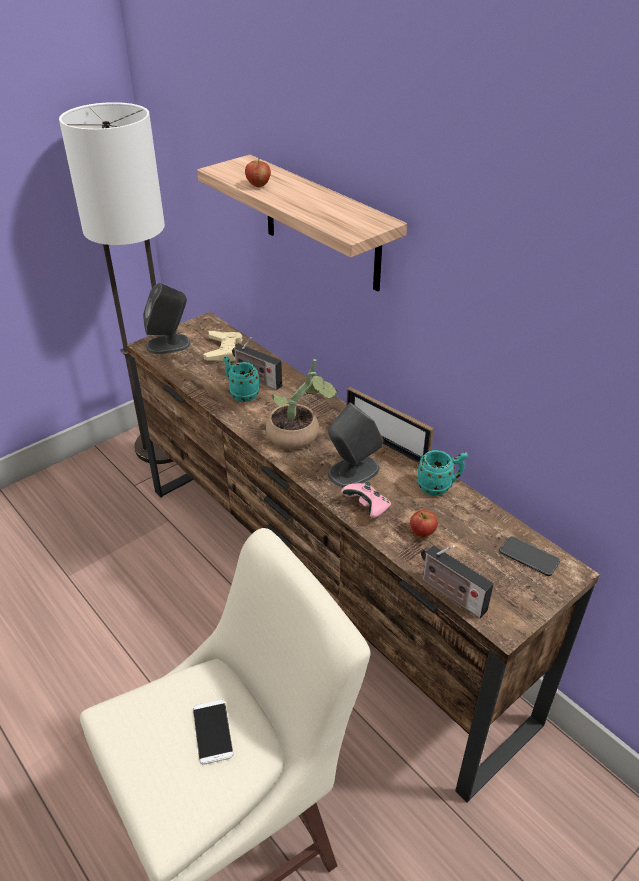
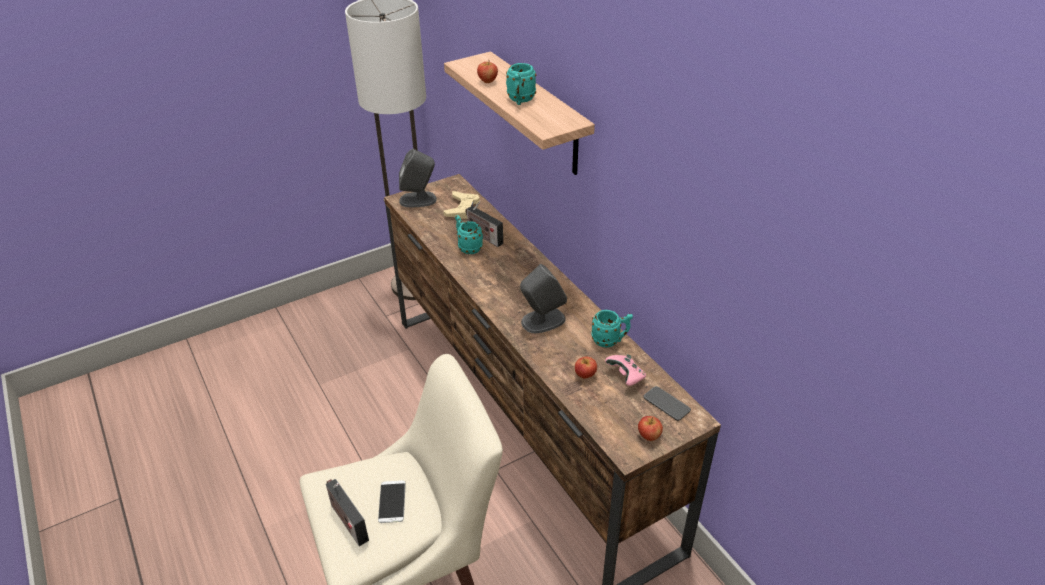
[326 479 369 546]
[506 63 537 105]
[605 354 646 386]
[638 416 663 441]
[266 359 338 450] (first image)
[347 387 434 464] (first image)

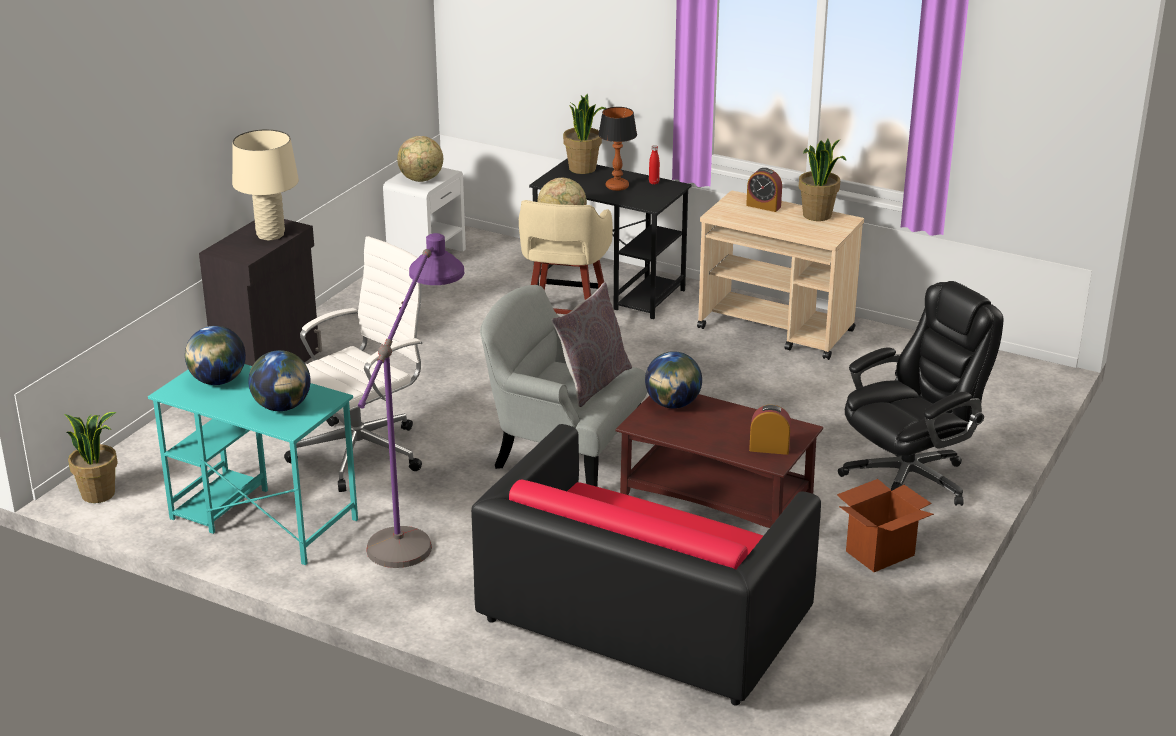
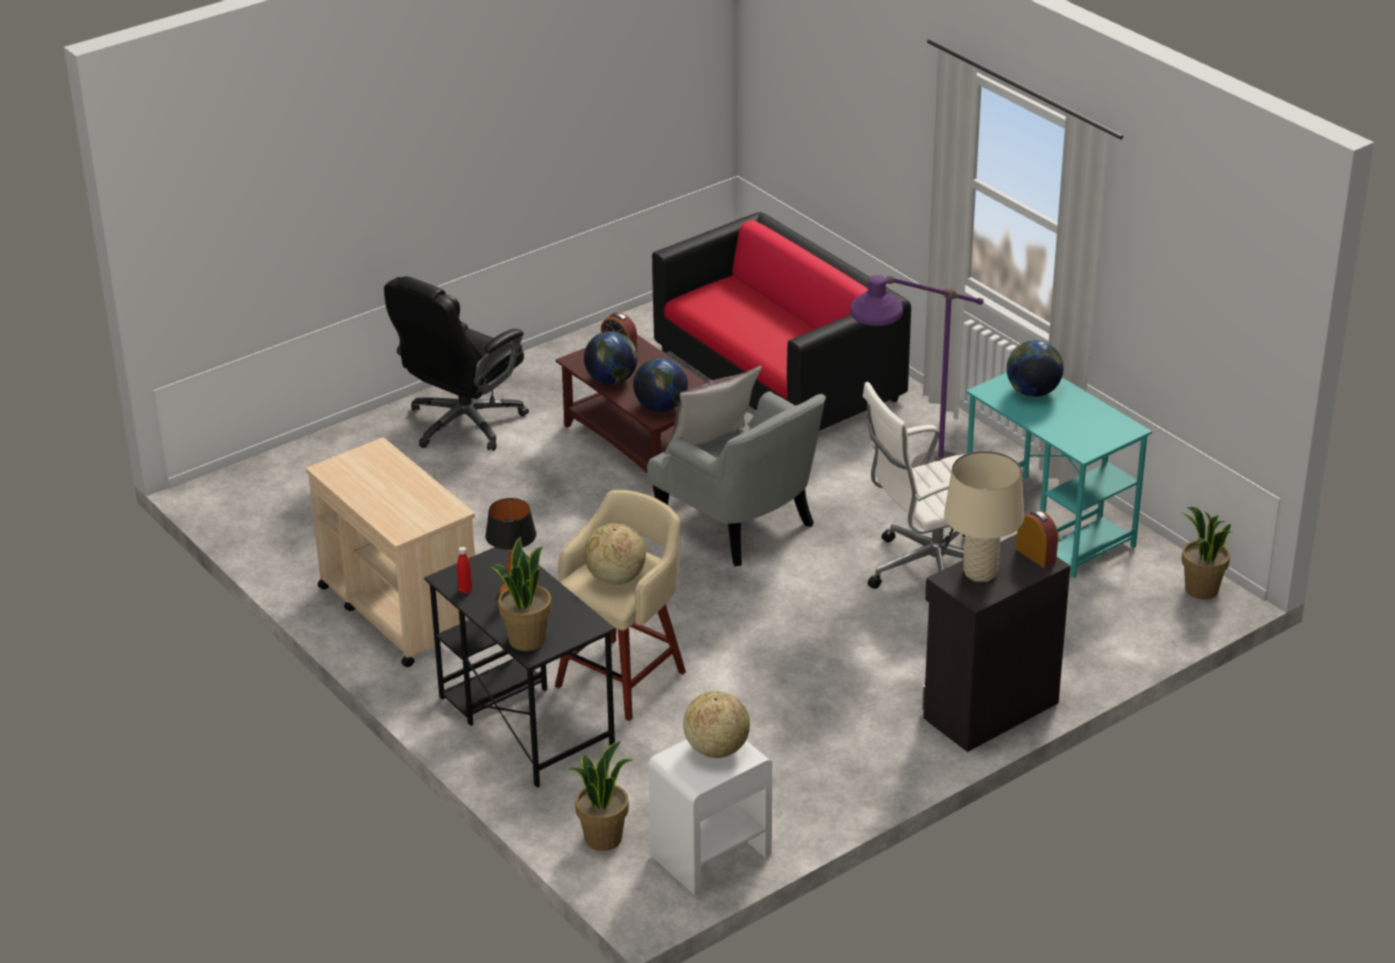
[384 276 529 451]
[568 741 633 851]
[584 331 638 385]
[1016 510 1058 568]
[837 479 934 572] (first image)

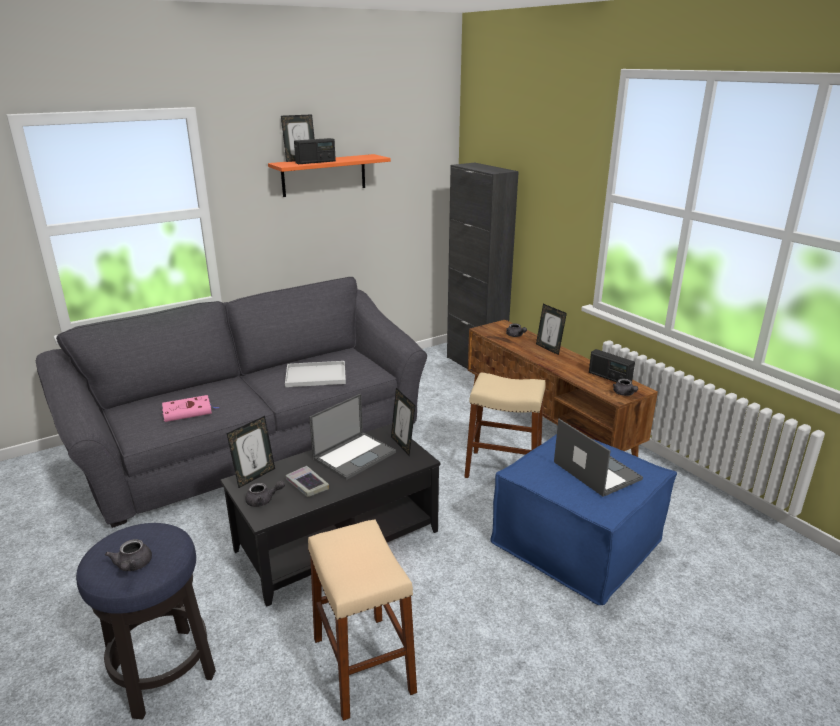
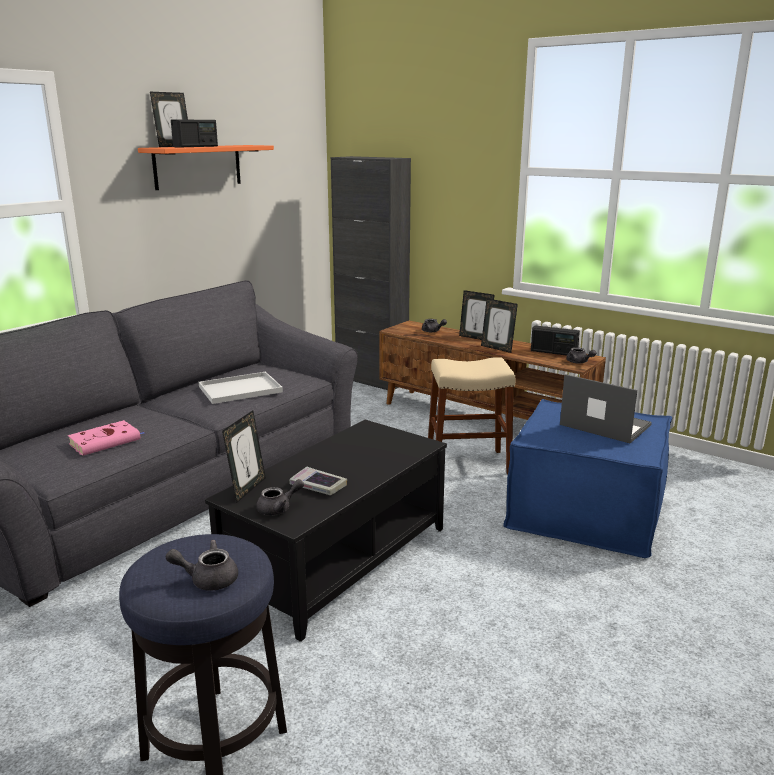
[166 540 238 591]
[481 298 518 353]
[308 519 417 721] (first image)
[309 394 396 480] (first image)

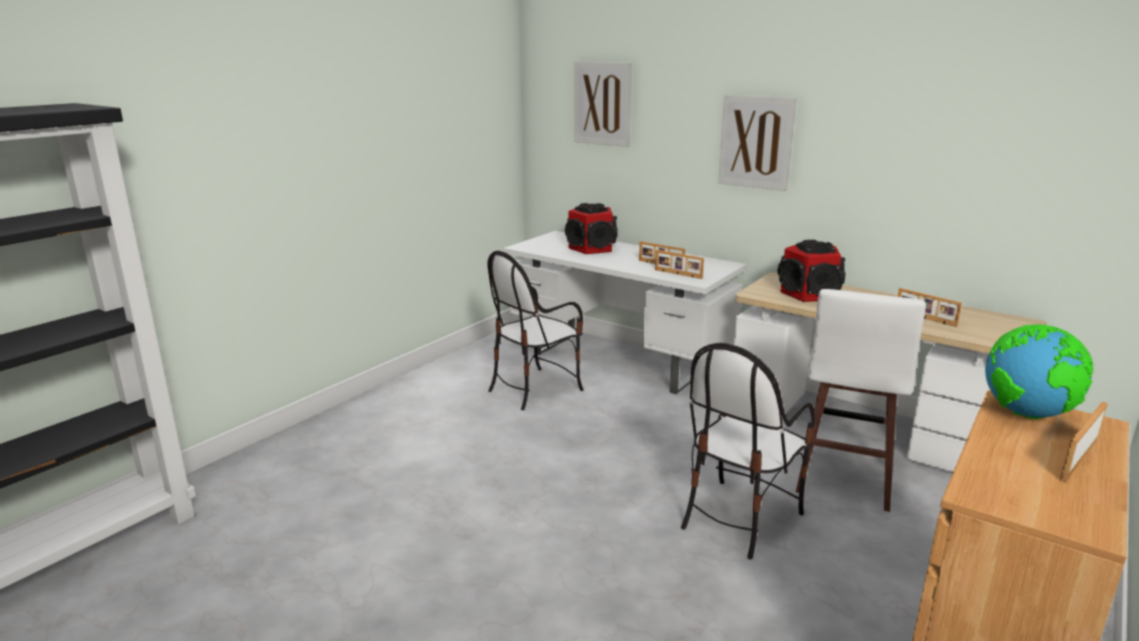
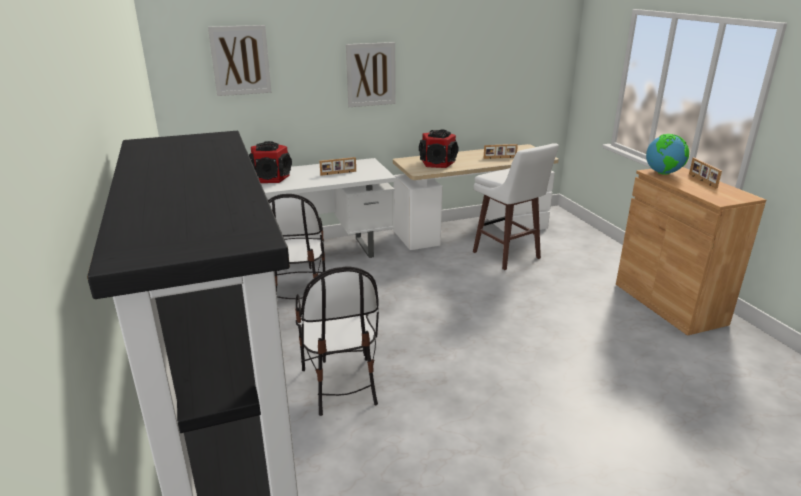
[295 267 379 416]
[655 250 704 279] (first image)

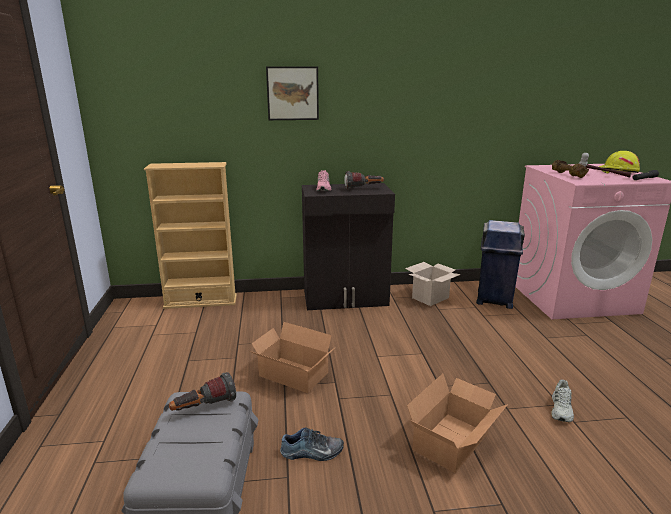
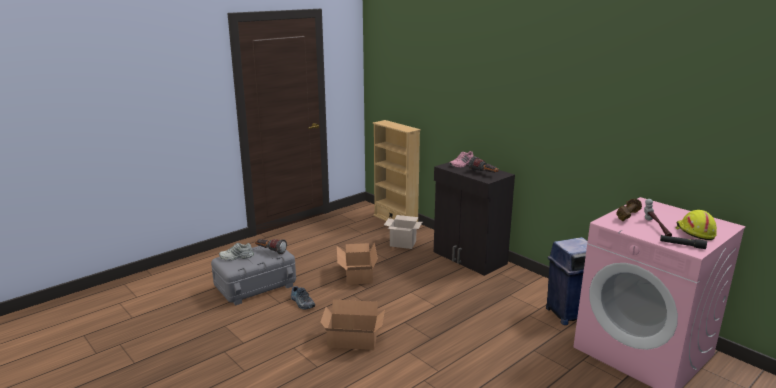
[219 243 254 261]
[384 215 422 249]
[266 66 319 120] (first image)

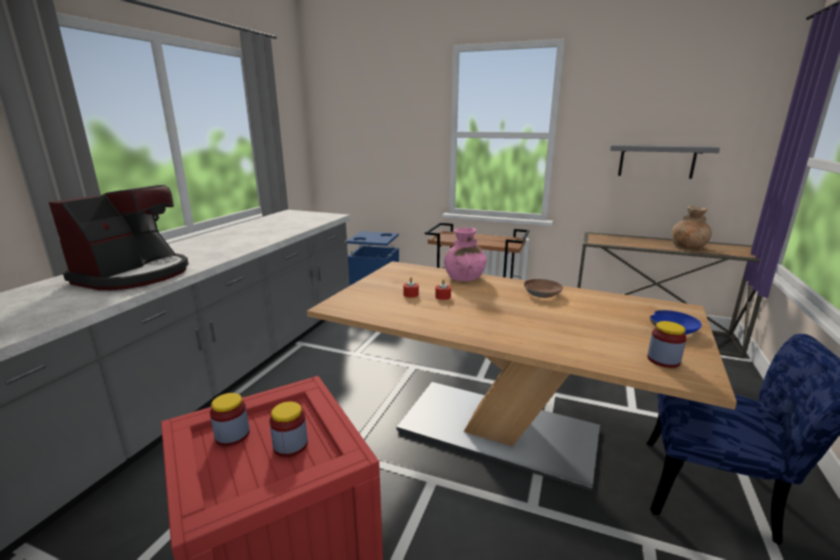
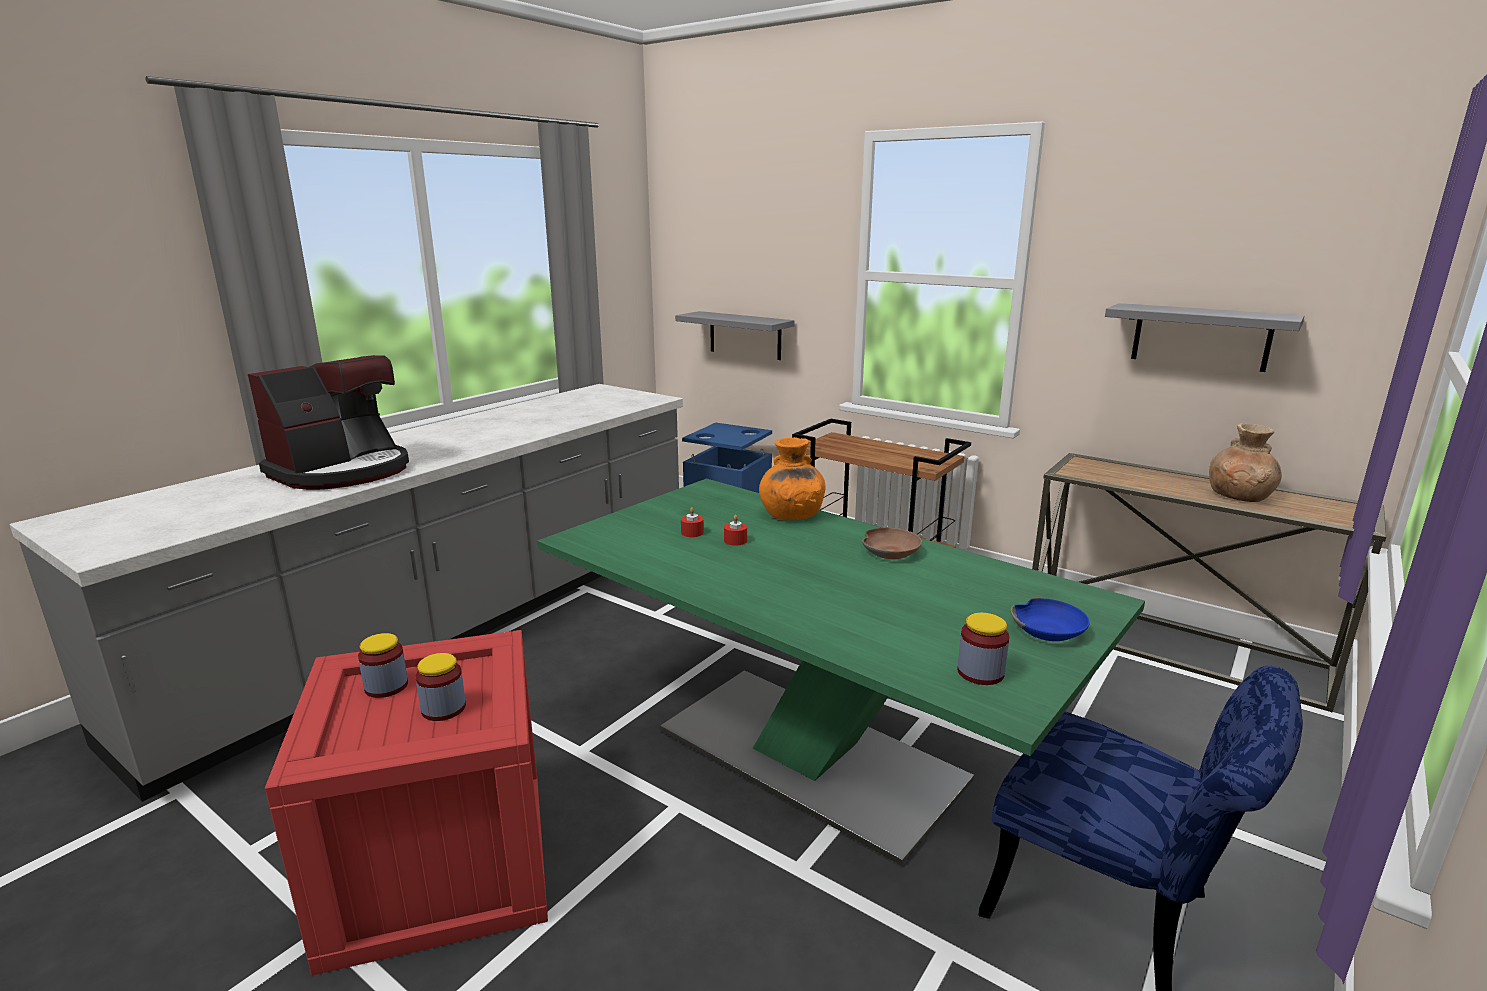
[537 478 1145 865]
[675 311 795 360]
[759 437 826 520]

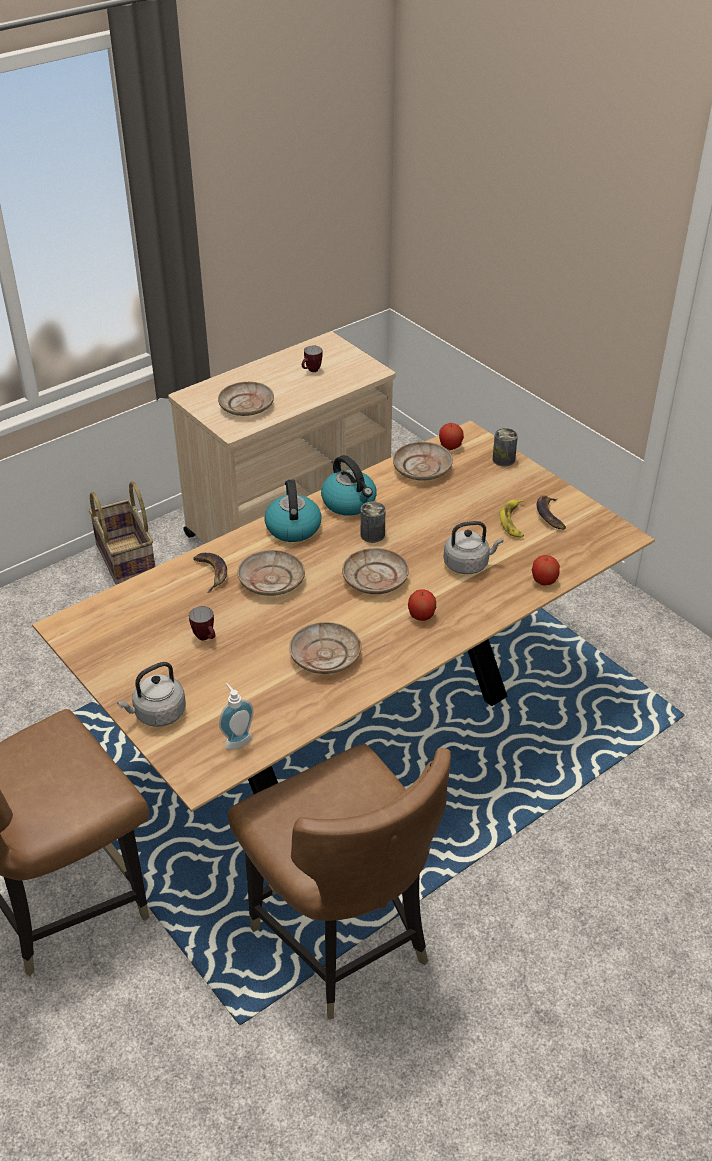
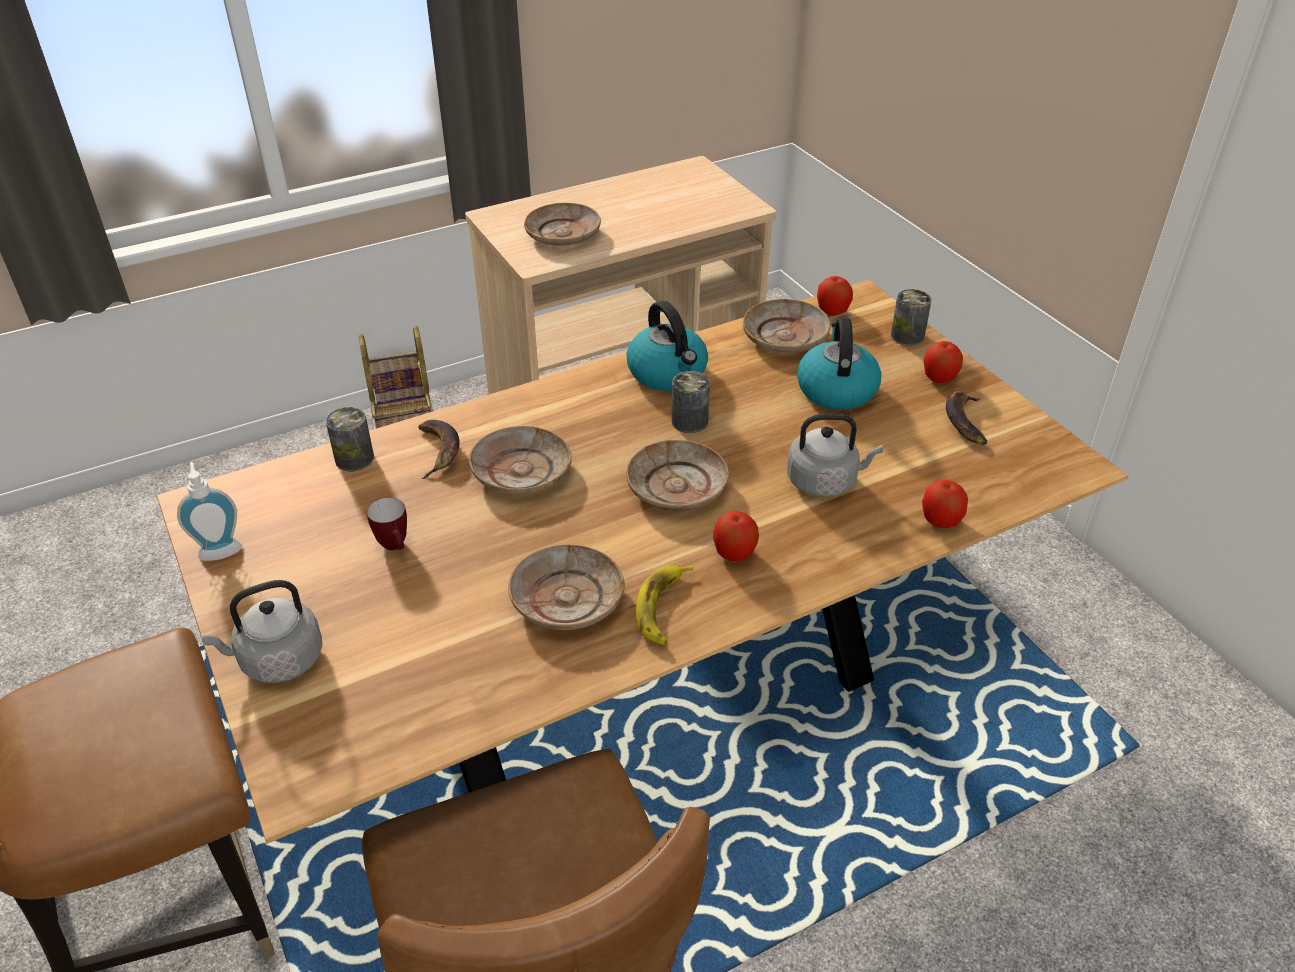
[177 462 242 561]
[326 407 374 471]
[636 565 693 645]
[797 318 881 410]
[923 341 963 383]
[302 345 323 372] (first image)

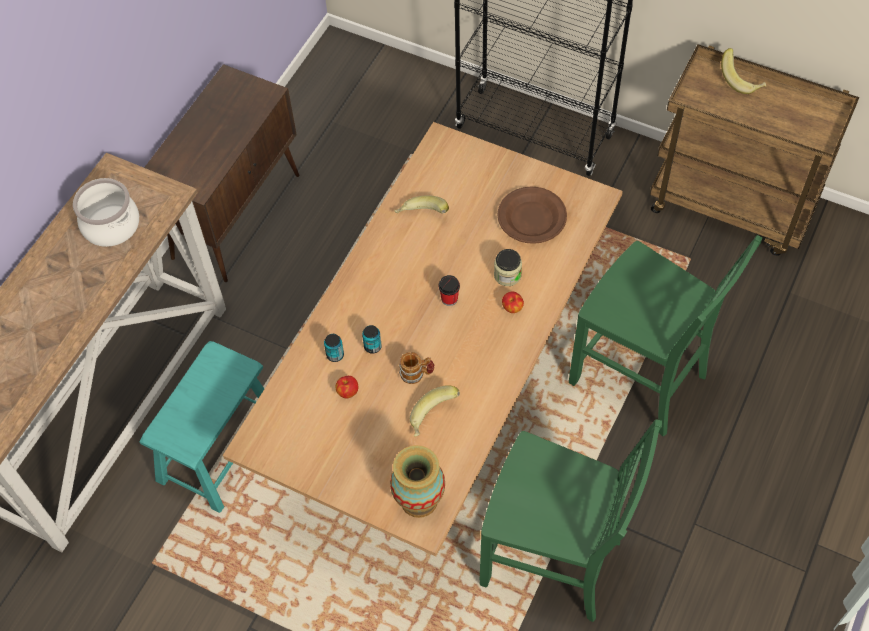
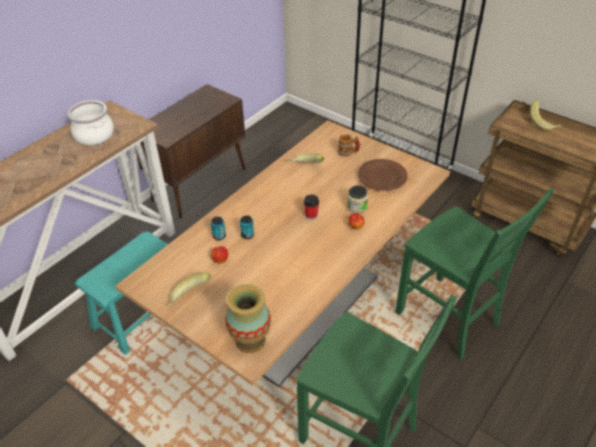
[168 272 211 306]
[337 134 360 156]

